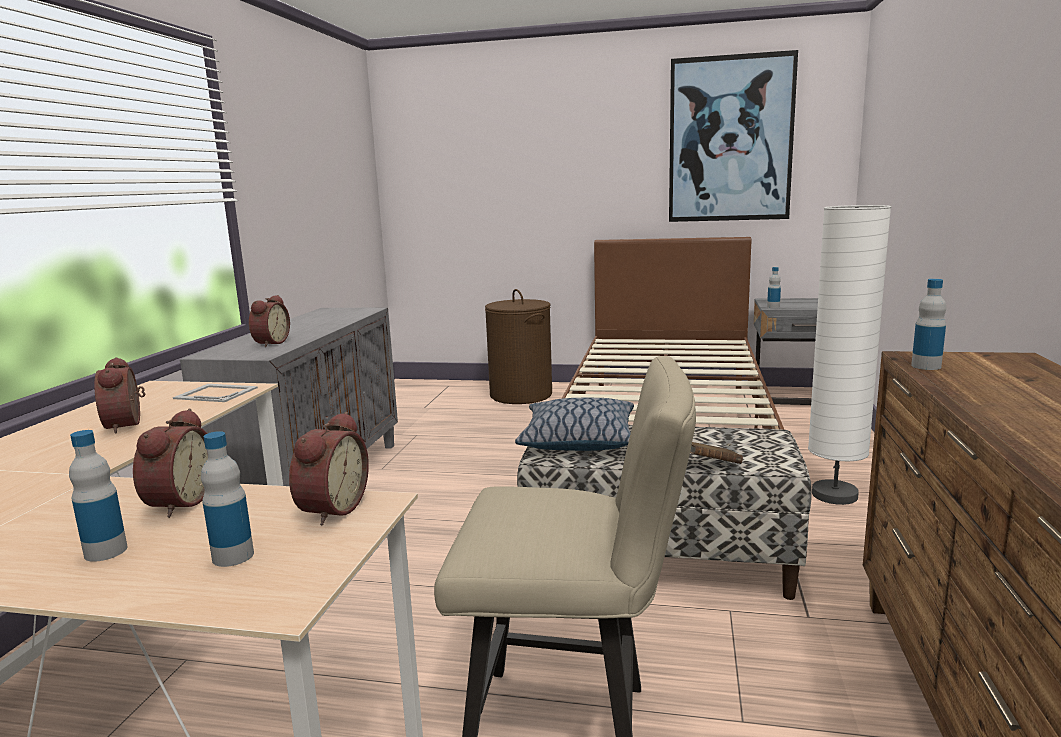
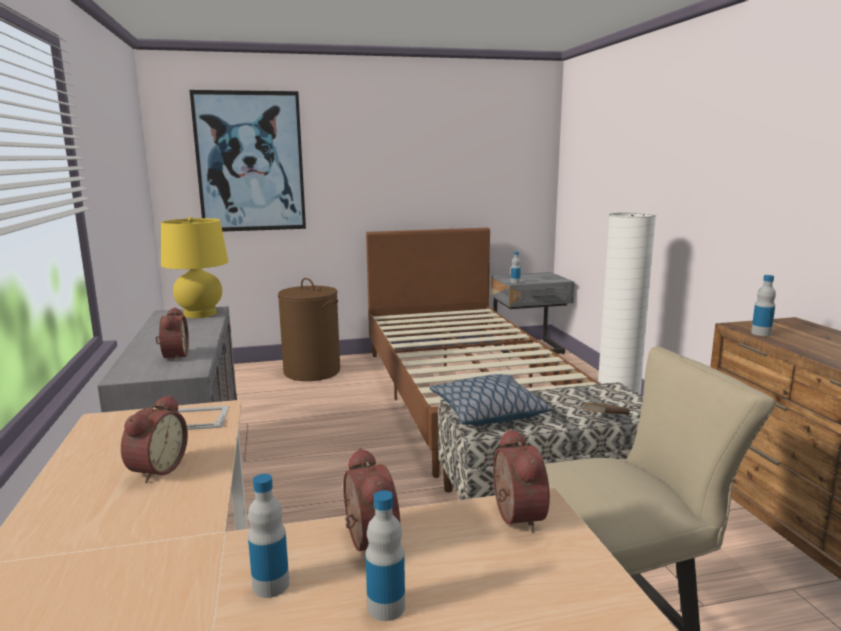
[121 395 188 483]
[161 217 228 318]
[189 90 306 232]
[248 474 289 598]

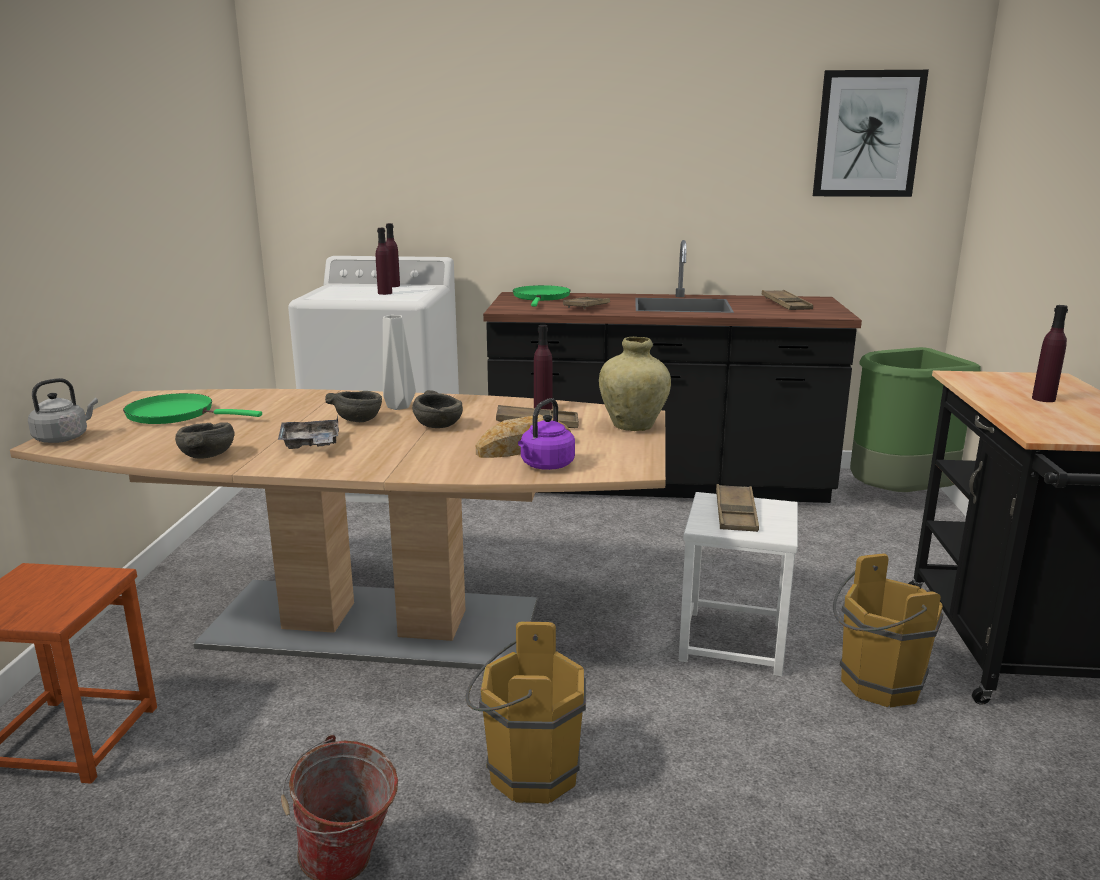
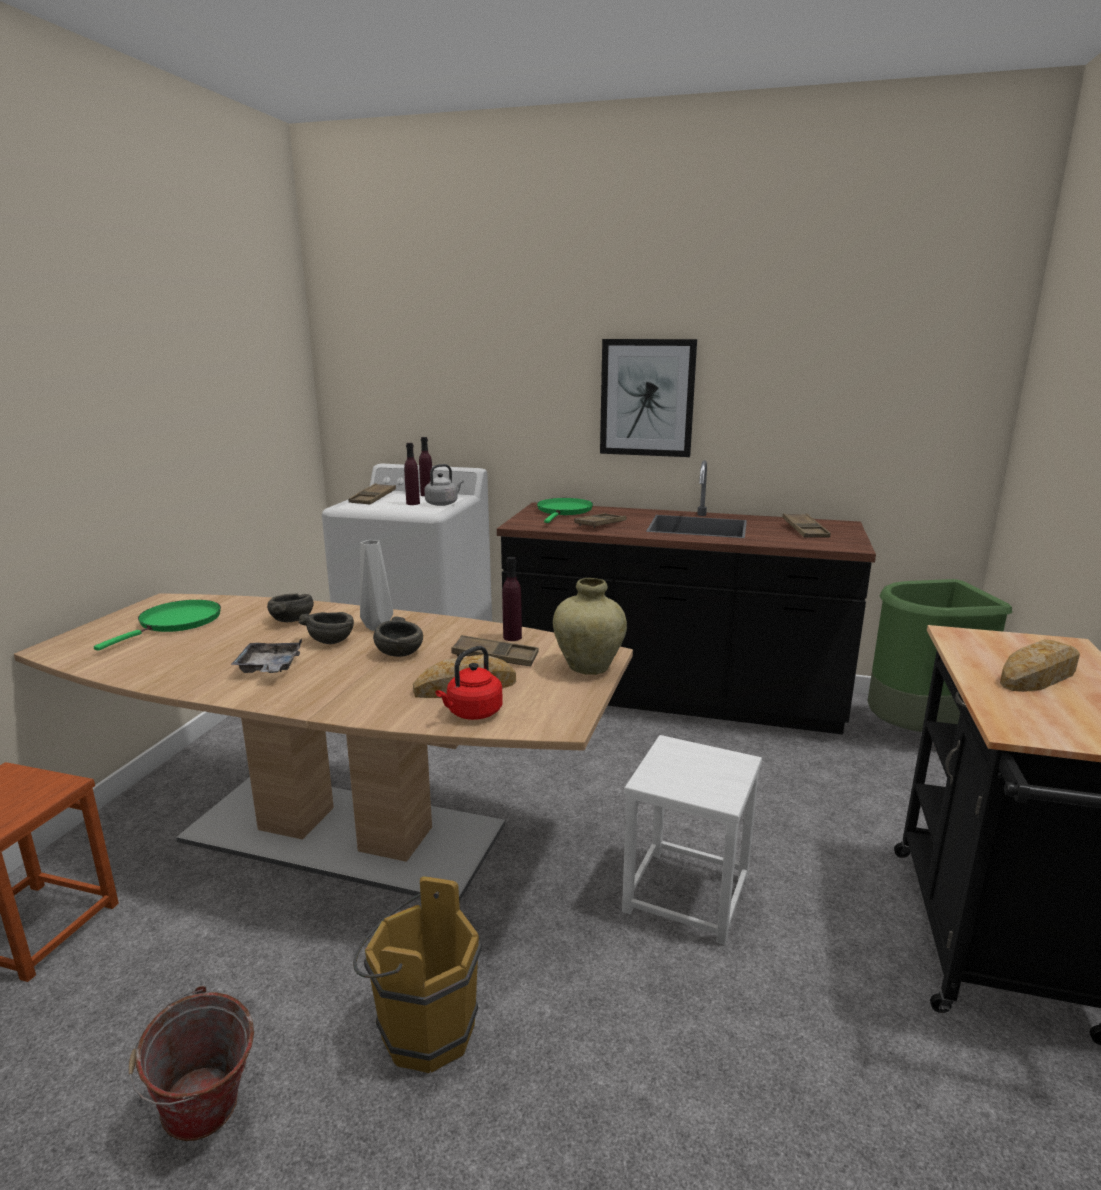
[94 600 221 651]
[267 593 314 622]
[349 483 396 504]
[424 464 464 506]
[436 646 503 720]
[600 339 697 457]
[1000 639 1080 692]
[833 553 943 707] (first image)

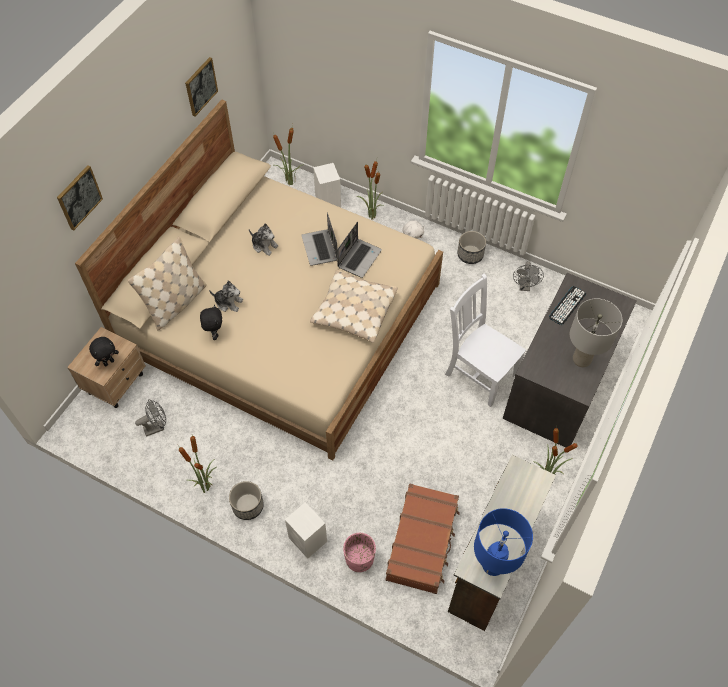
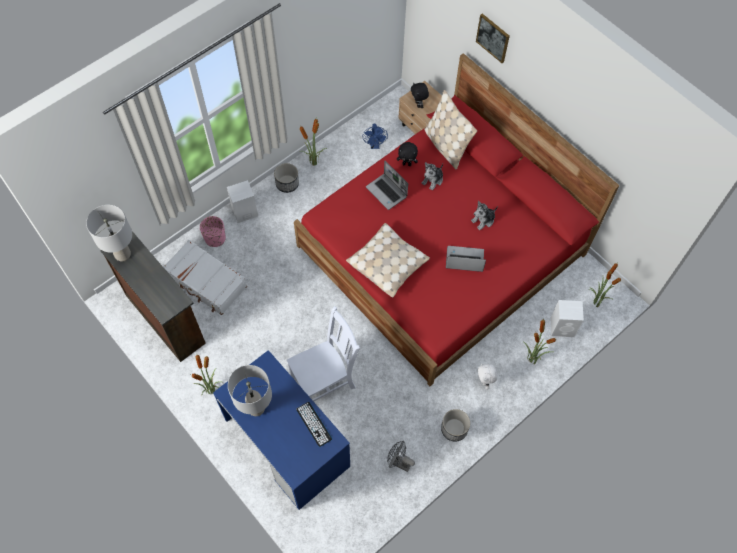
[86 205 132 261]
[163 240 247 315]
[213 350 350 510]
[294 53 620 386]
[363 124 388 149]
[366 161 408 210]
[185 57 218 117] (first image)

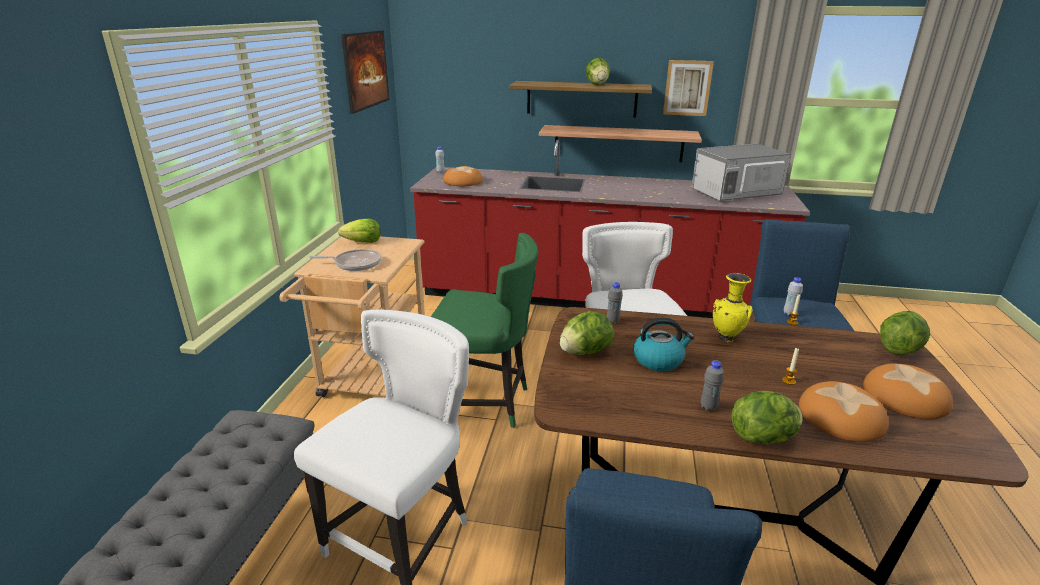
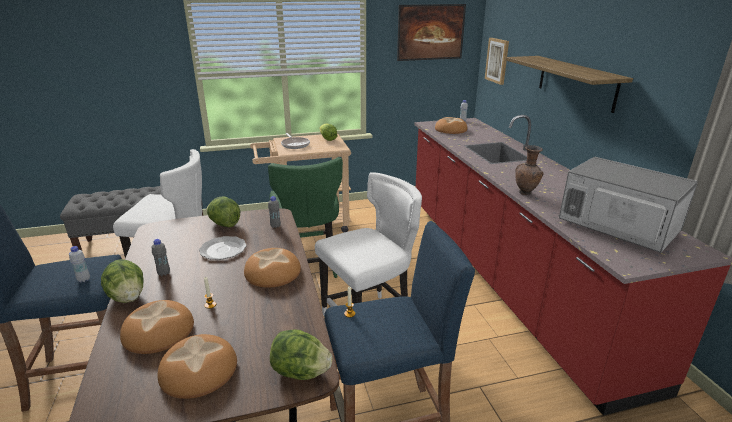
[69 246 90 282]
[199 236 247 260]
[244 248 301 288]
[485 38 509 85]
[515 145 543 195]
[539 125 702 162] (first image)
[585 58 610 85] (first image)

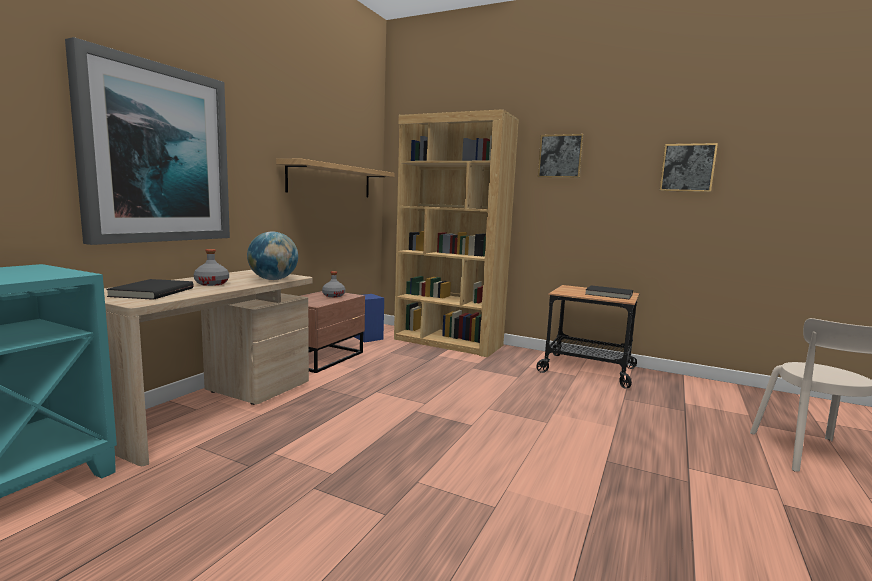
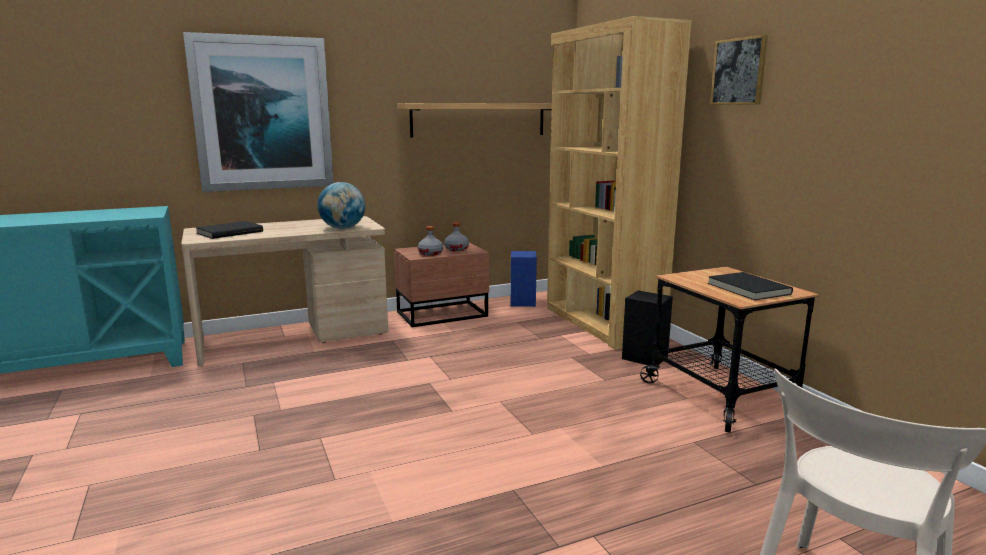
[418 226 443 256]
[622 291 673 365]
[660 143 718 192] (first image)

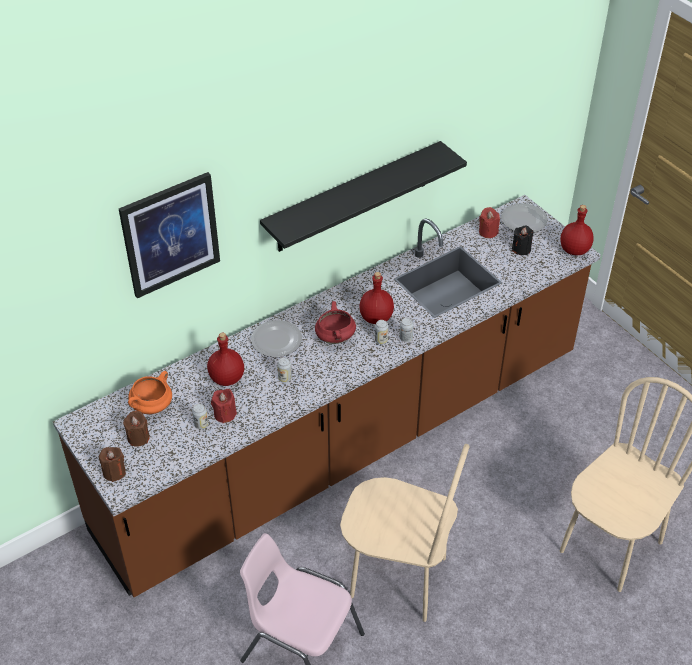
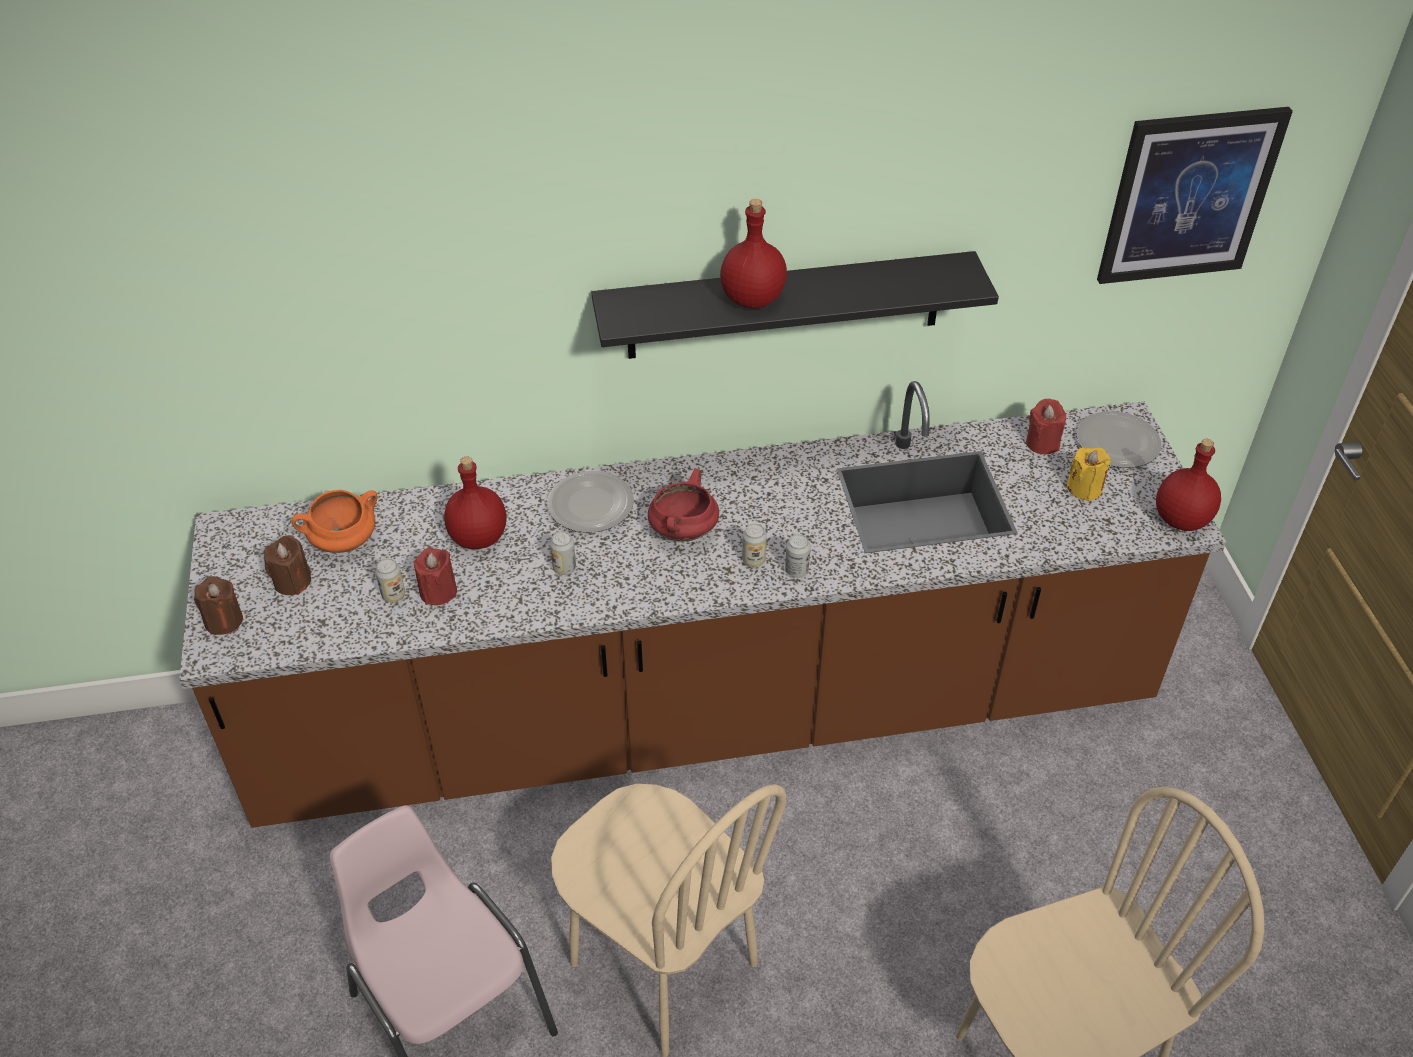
[720 199 787 309]
[1066 447 1111 501]
[1097 107 1293 284]

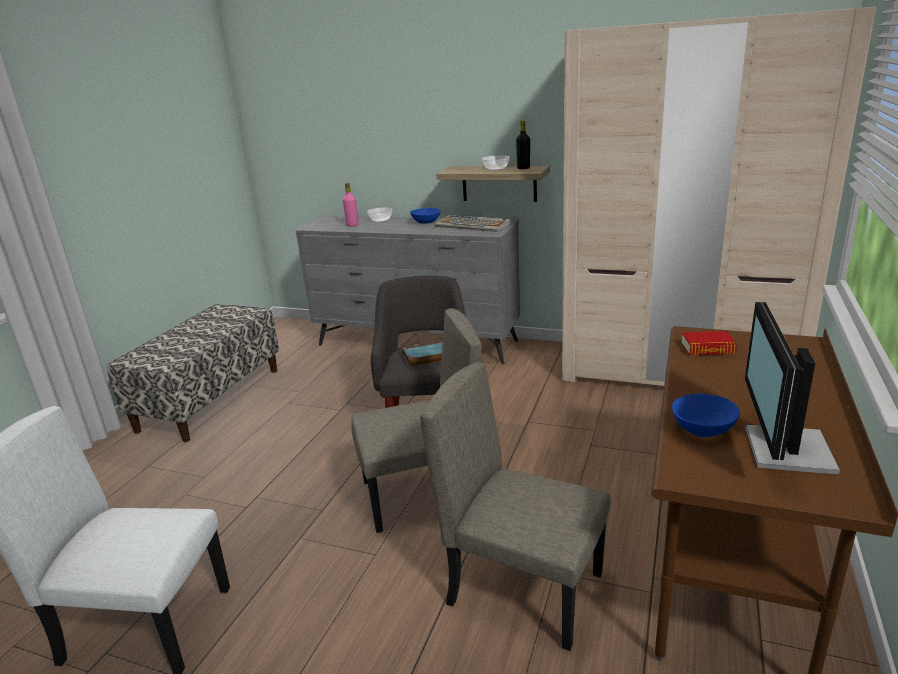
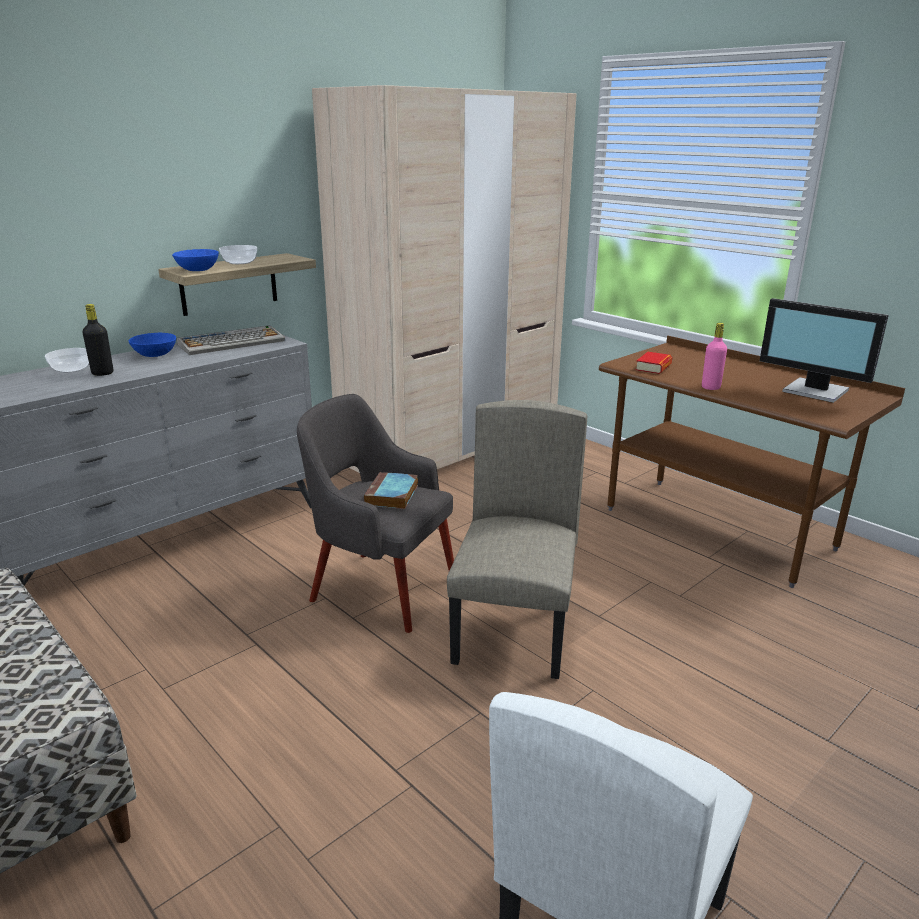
[82 304 113 376]
[172 249 219 271]
[702 323 727 390]
[420 362 610 651] (first image)

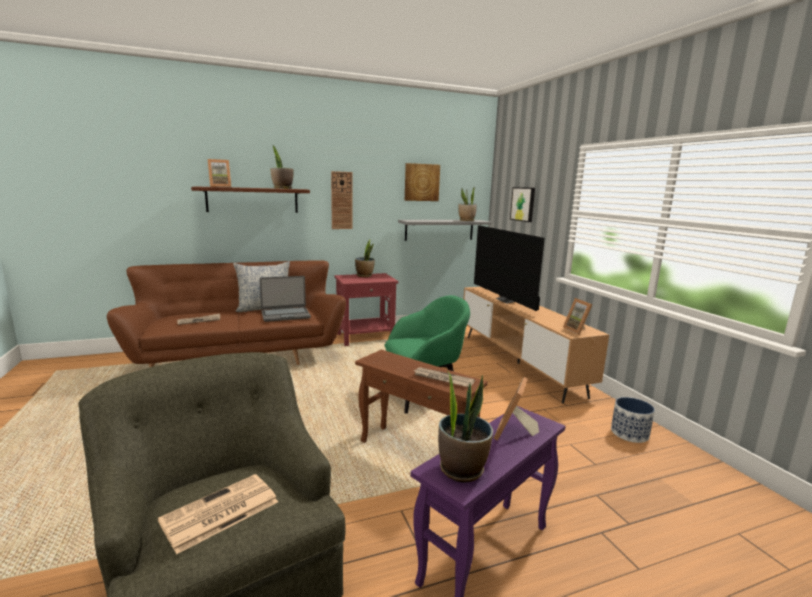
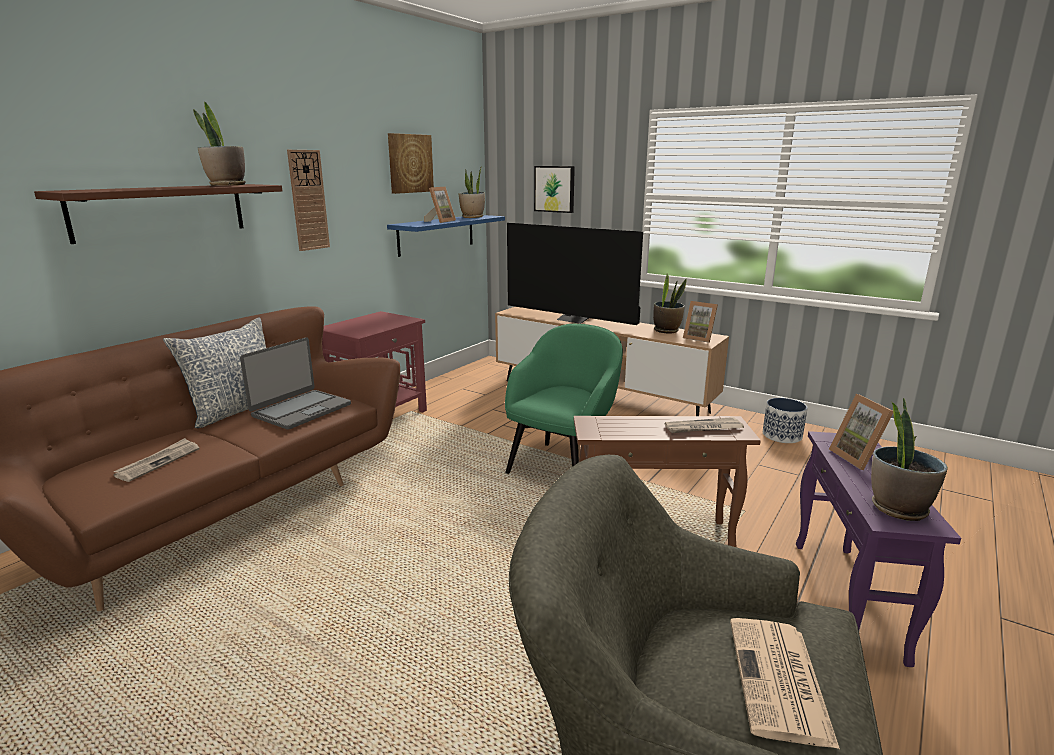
[387 215 505 257]
[424 187 456 223]
[653 273 687 333]

